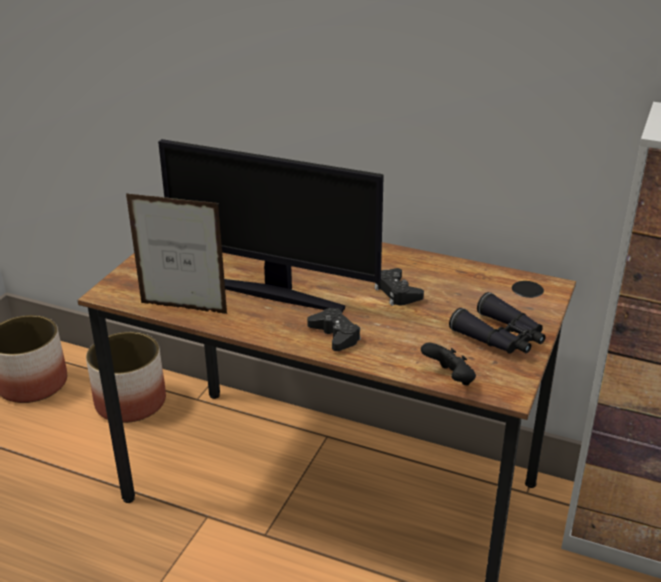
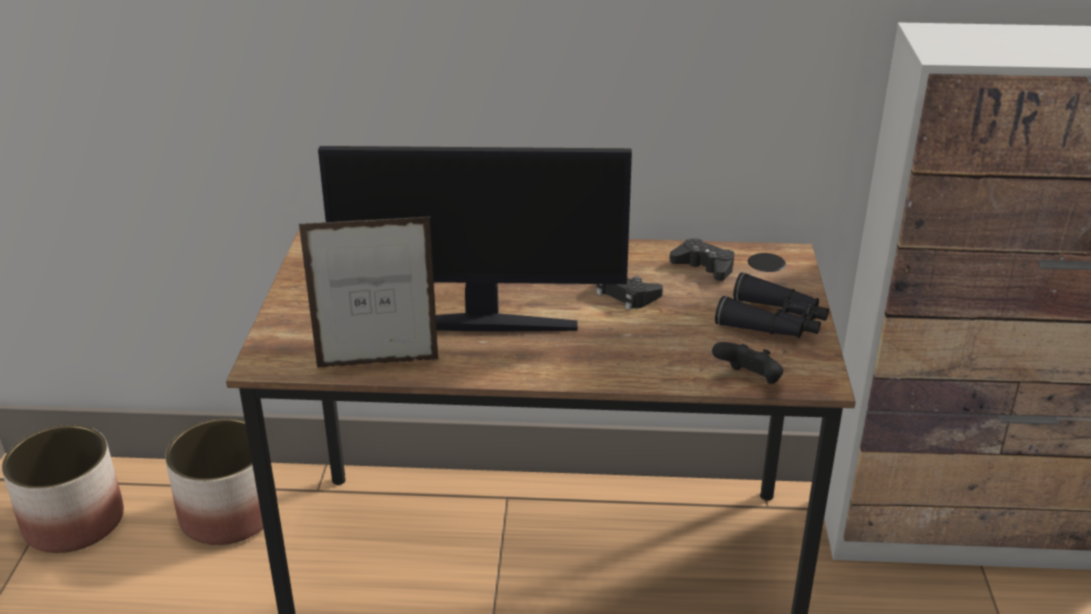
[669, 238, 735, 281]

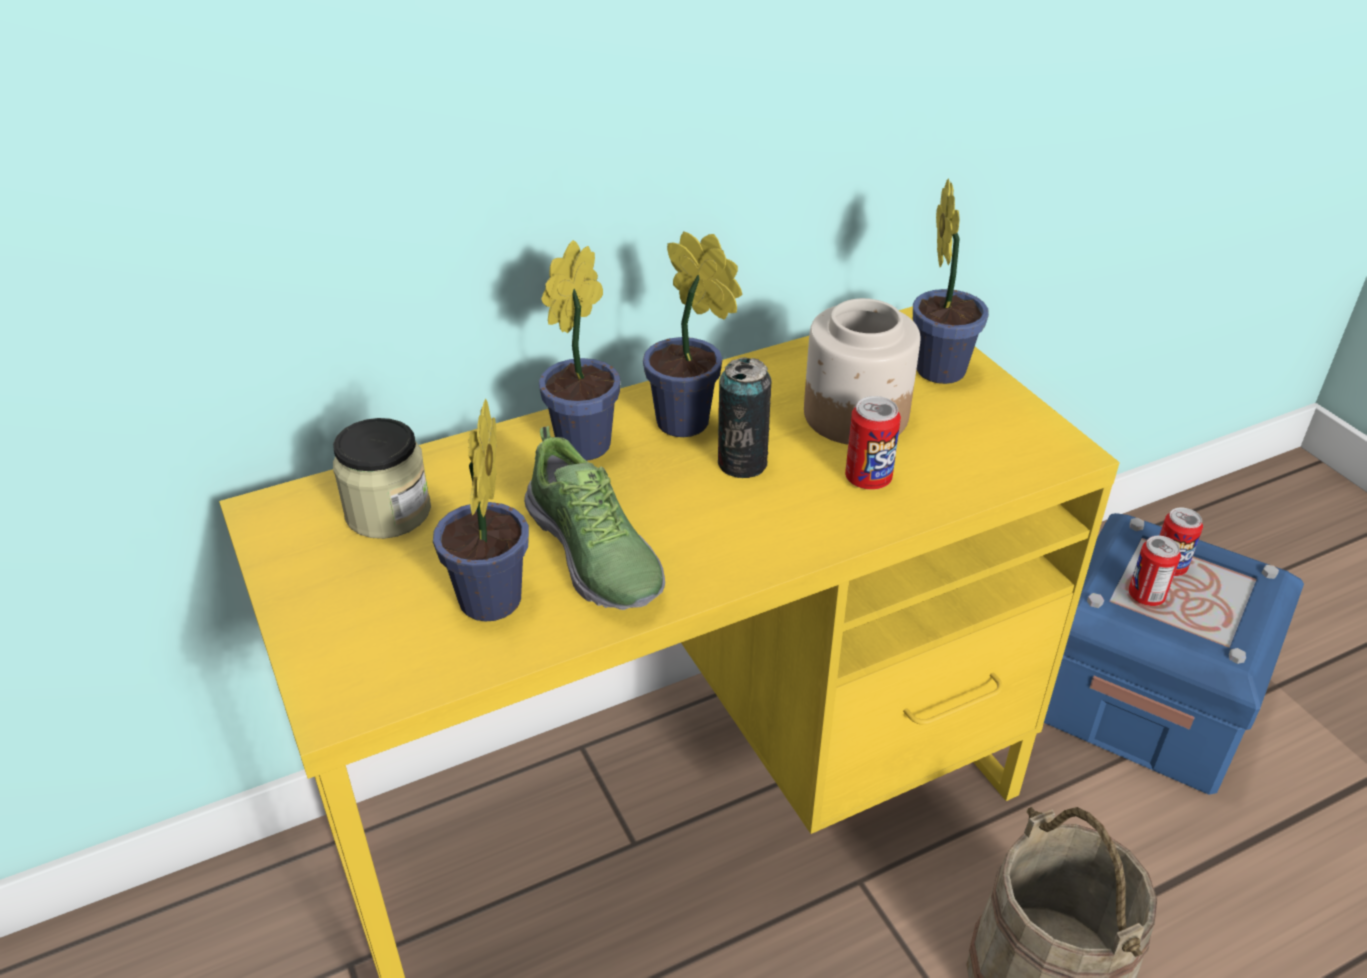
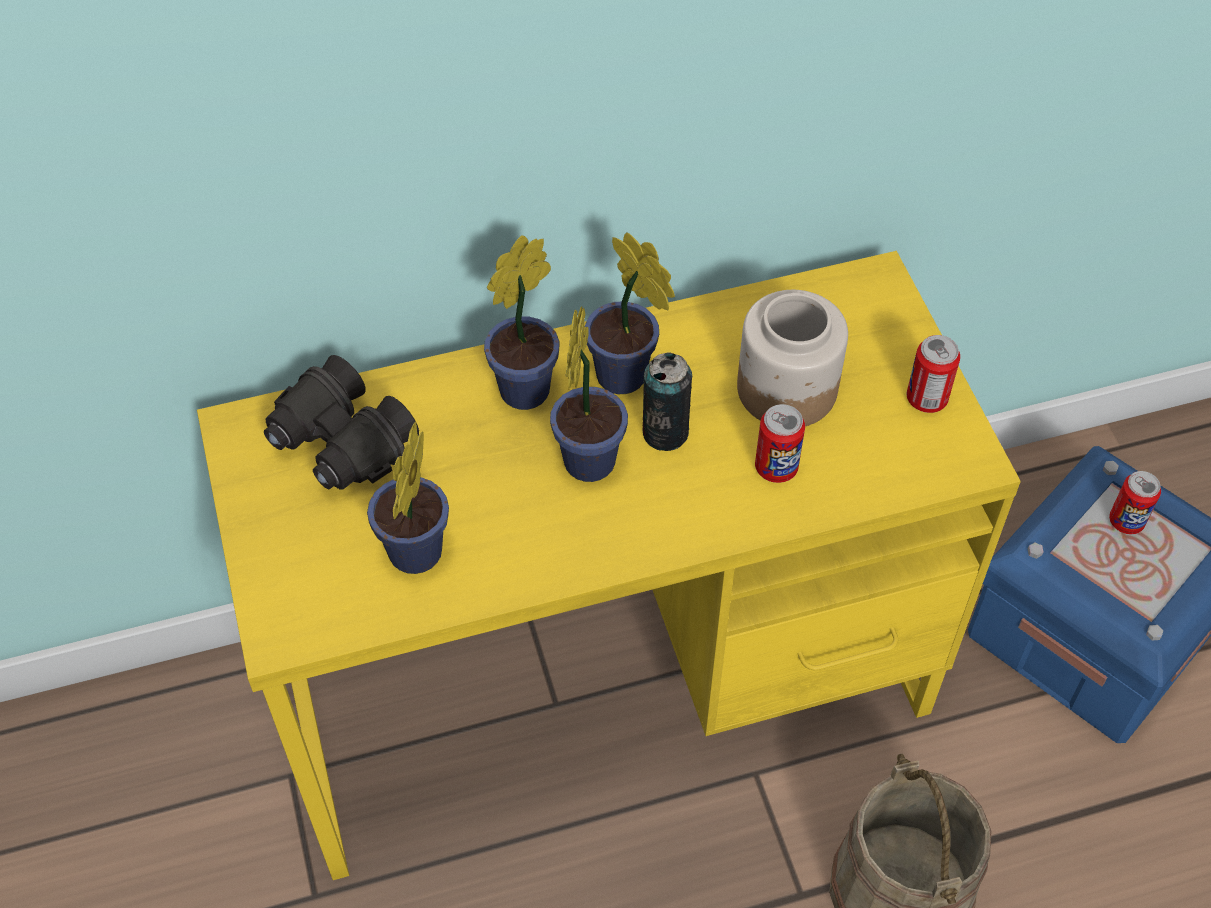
[264, 355, 419, 490]
[524, 426, 665, 610] (first image)
[550, 306, 628, 482]
[907, 335, 960, 413]

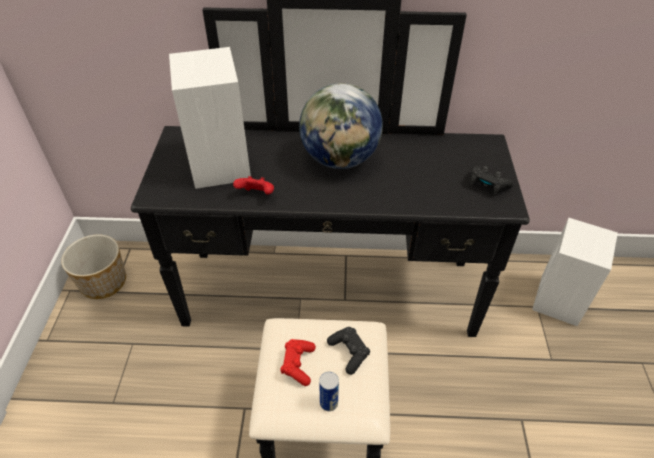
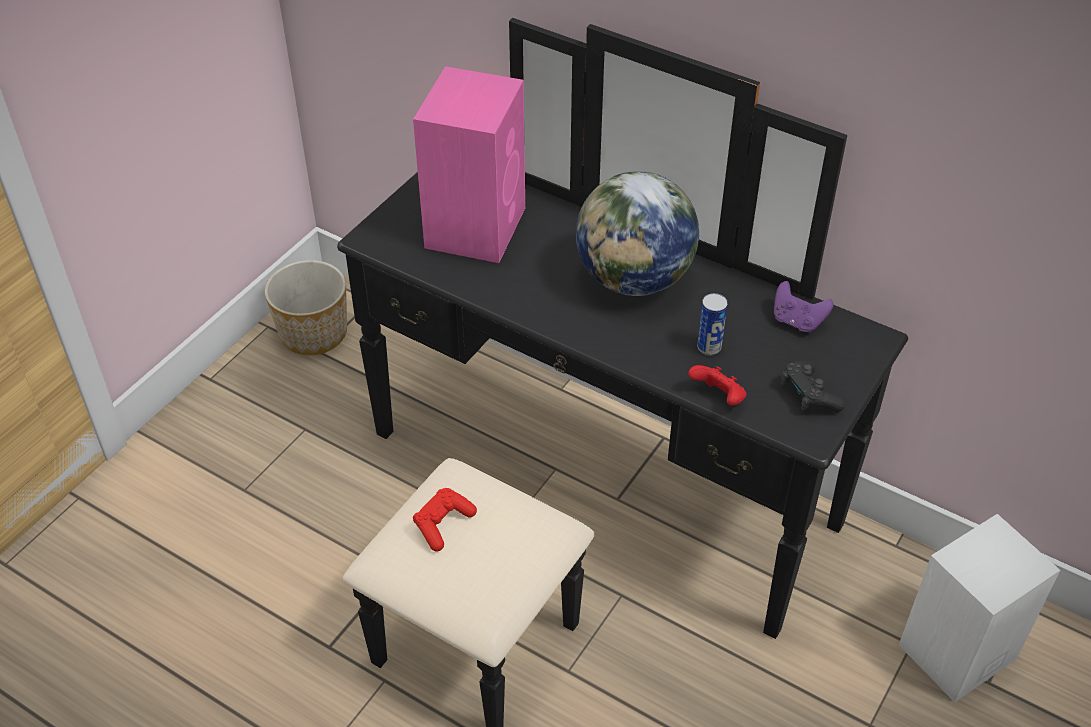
[413, 66, 525, 263]
[688, 365, 747, 406]
[697, 293, 728, 355]
[327, 327, 370, 375] (first image)
[774, 281, 834, 333]

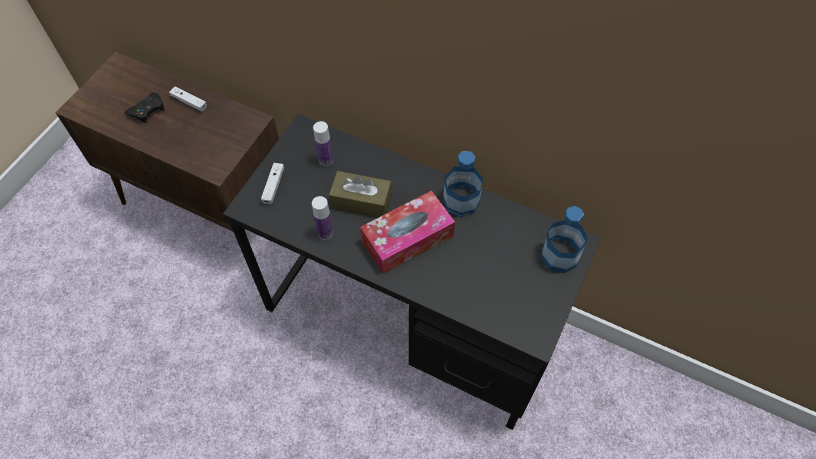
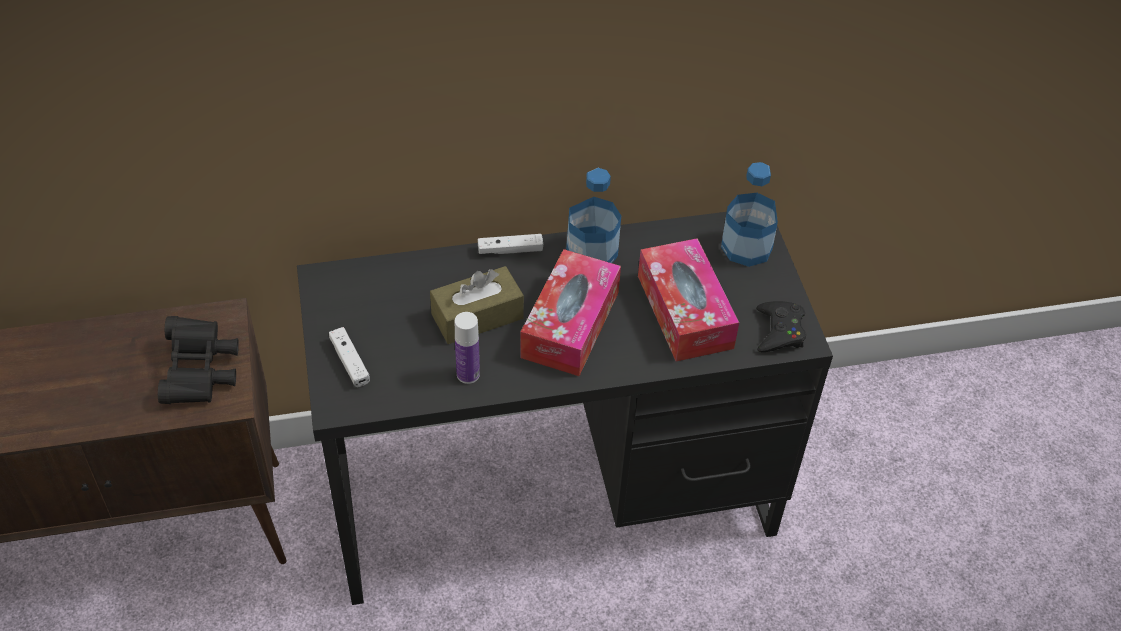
[756, 301, 806, 352]
[478, 234, 543, 254]
[313, 121, 333, 166] (first image)
[158, 316, 239, 404]
[638, 238, 739, 361]

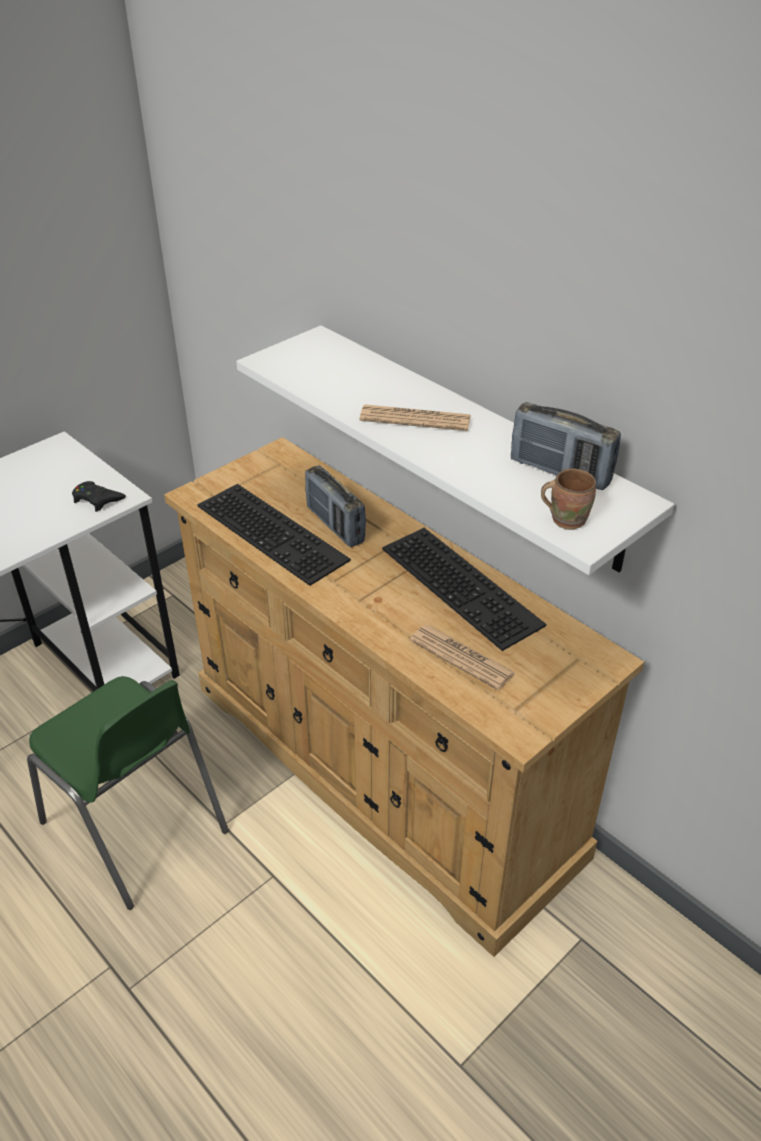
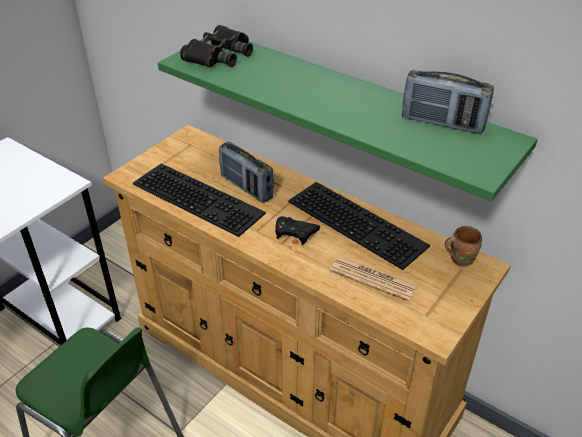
[275, 216, 320, 245]
[158, 39, 538, 201]
[360, 405, 471, 431] (first image)
[445, 226, 482, 267]
[180, 25, 253, 67]

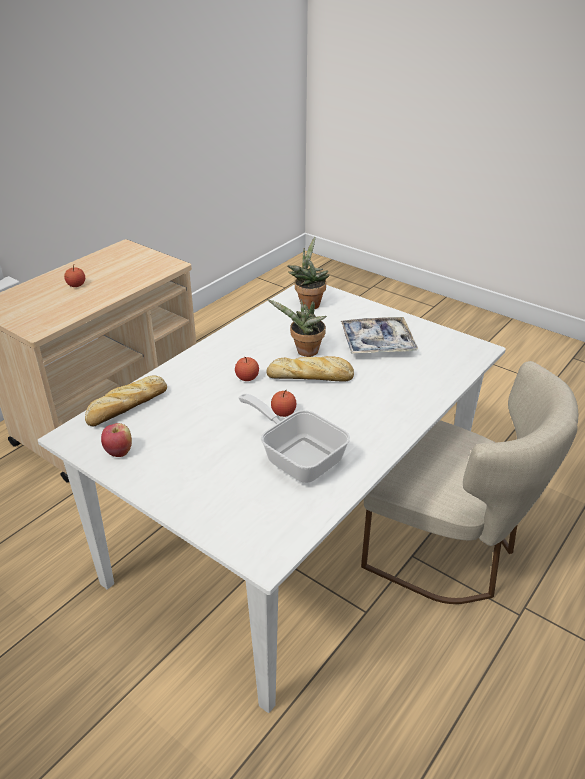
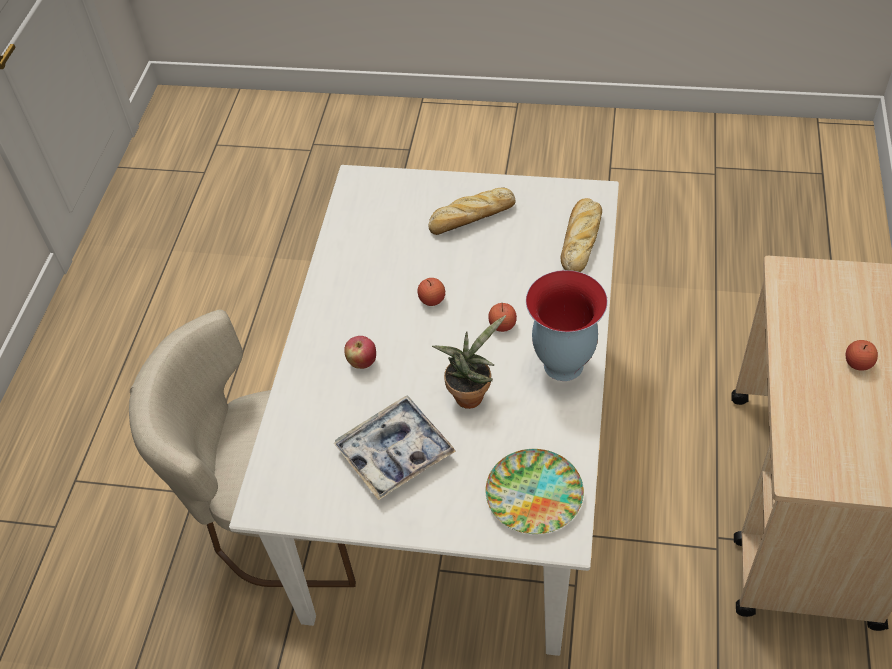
[344, 336, 376, 369]
[239, 394, 350, 483] (first image)
[428, 188, 516, 235]
[485, 449, 584, 534]
[526, 270, 608, 381]

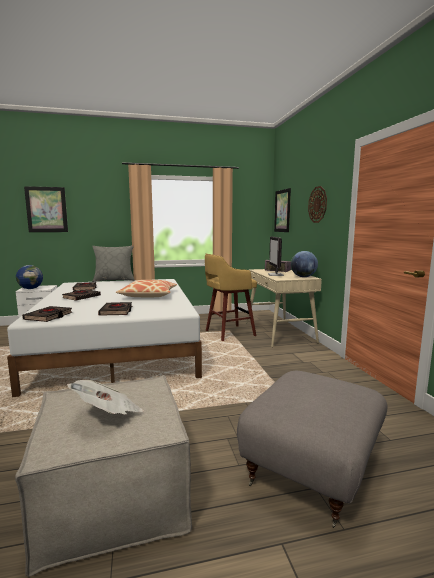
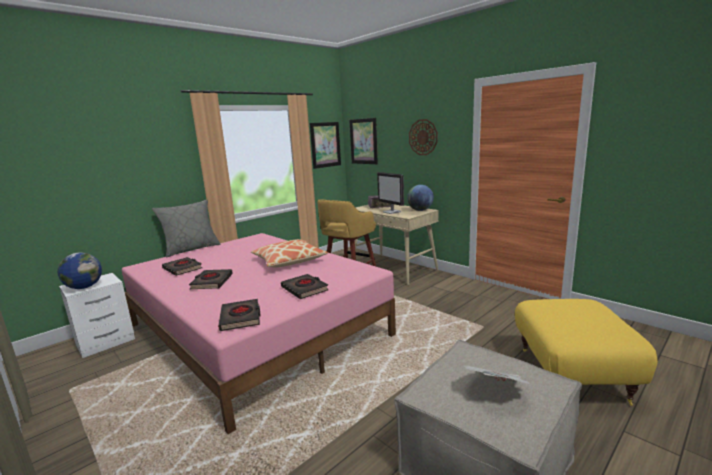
[122, 233, 396, 434]
[310, 122, 341, 169]
[515, 299, 658, 406]

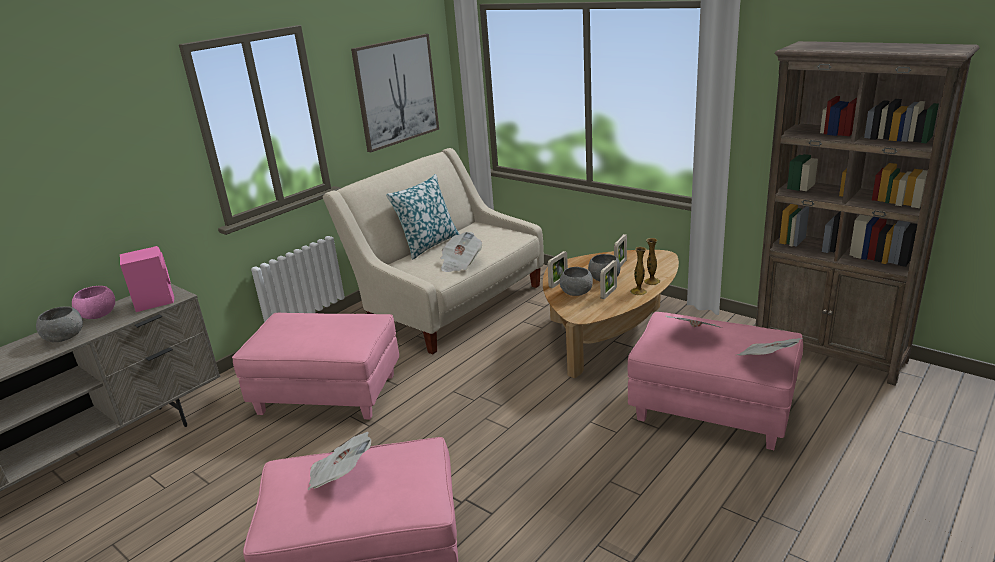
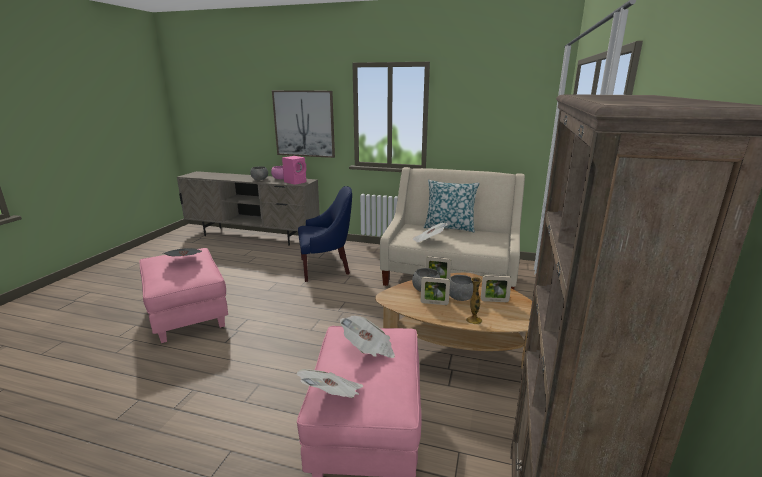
[298, 186, 352, 282]
[272, 90, 335, 158]
[630, 247, 647, 295] (first image)

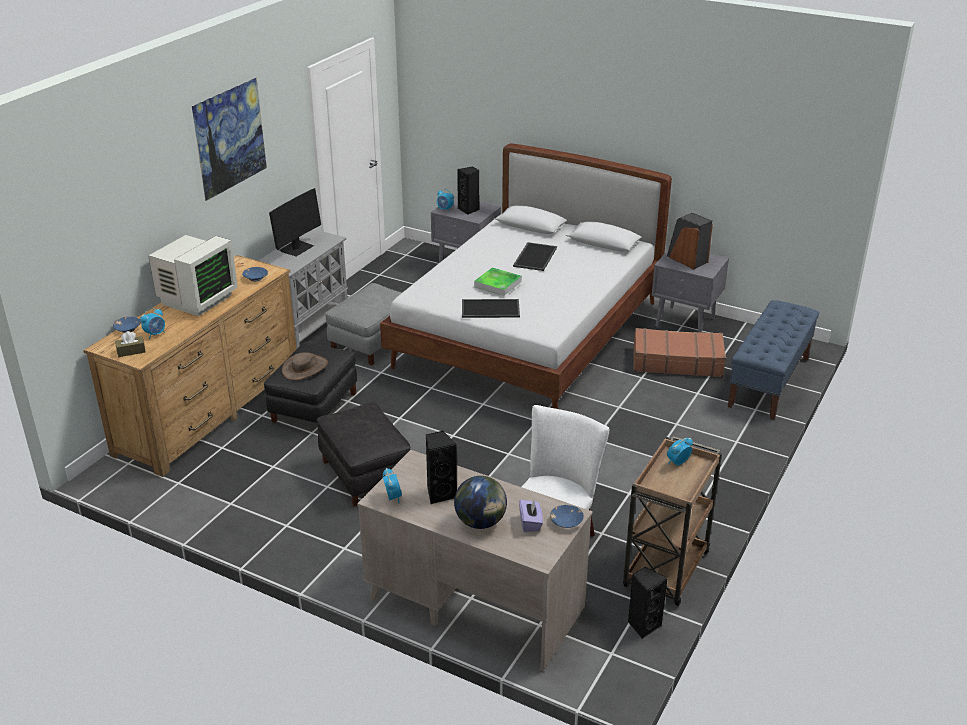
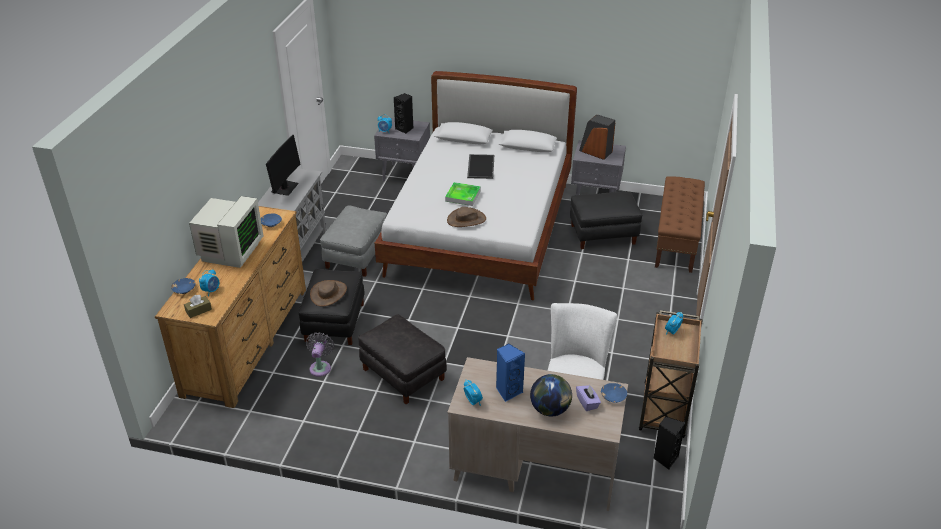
[192, 77, 267, 201] (first image)
[496, 344, 525, 402]
[447, 207, 486, 227]
[570, 191, 642, 249]
[655, 176, 705, 273]
[306, 332, 334, 377]

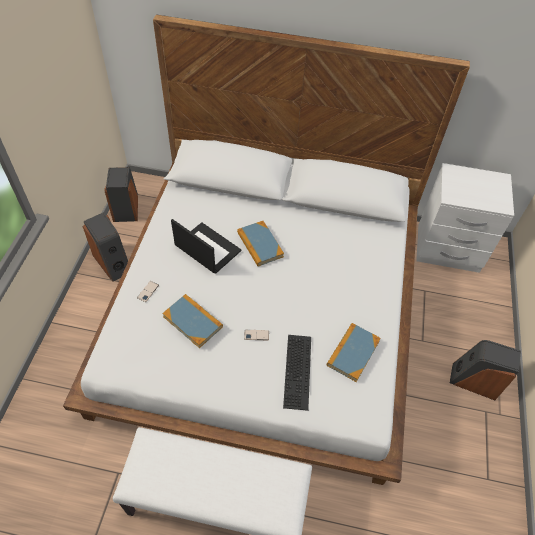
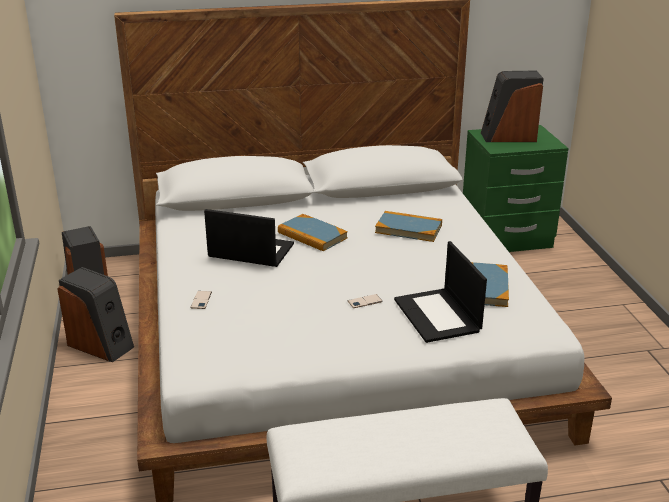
[375, 211, 442, 242]
[394, 241, 487, 343]
[463, 125, 569, 252]
[481, 70, 544, 142]

